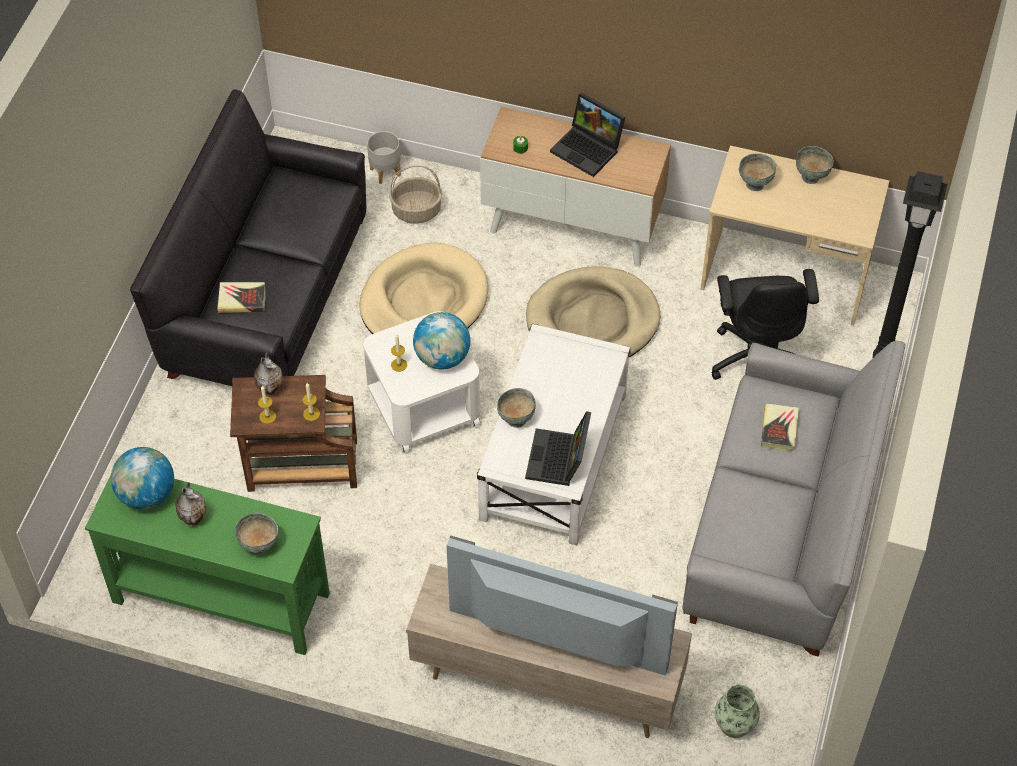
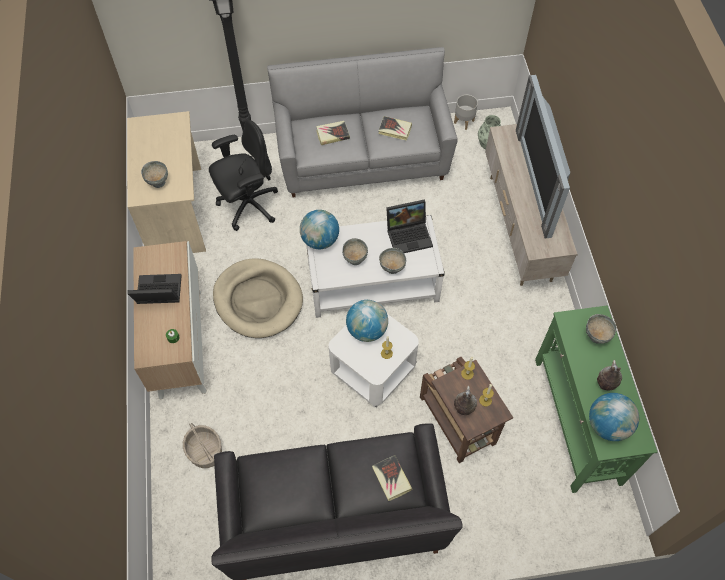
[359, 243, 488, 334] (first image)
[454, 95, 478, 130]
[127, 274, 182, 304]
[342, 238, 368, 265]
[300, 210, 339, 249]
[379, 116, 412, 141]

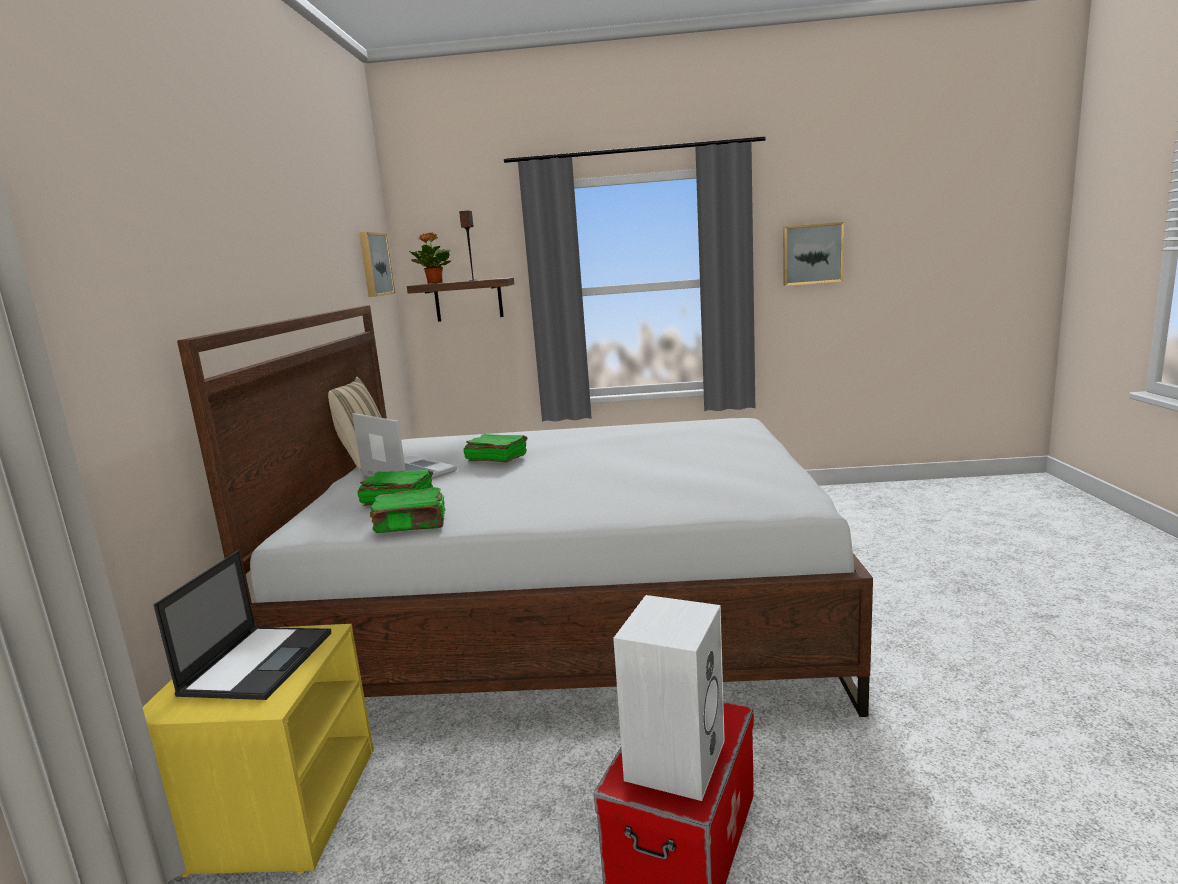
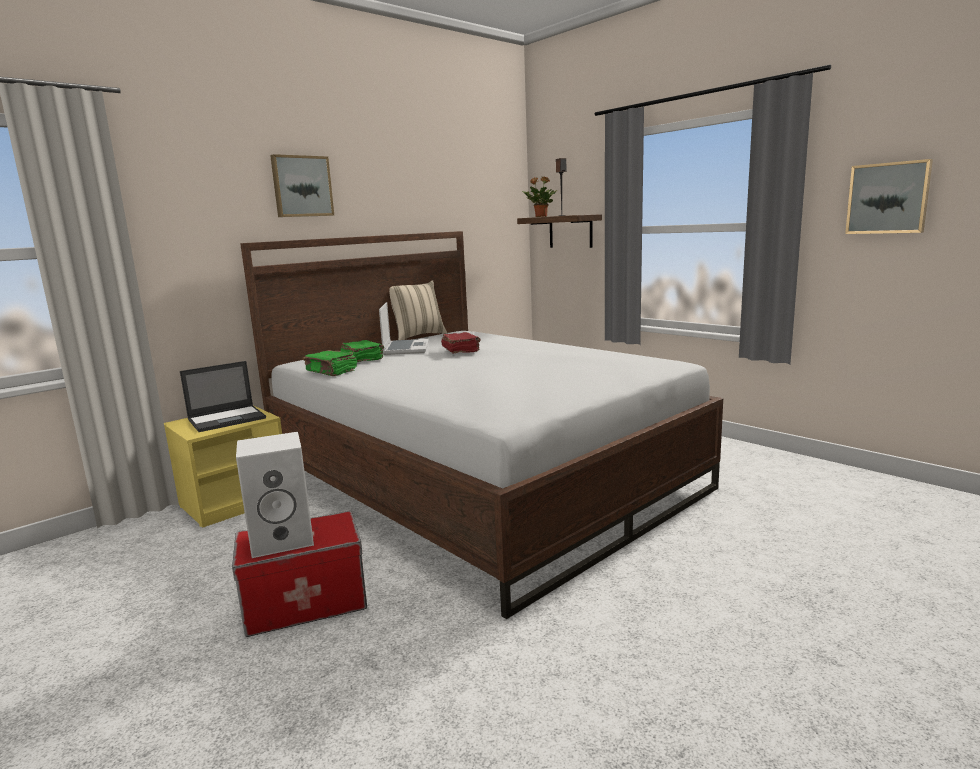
[270, 154, 334, 217]
[441, 332, 481, 354]

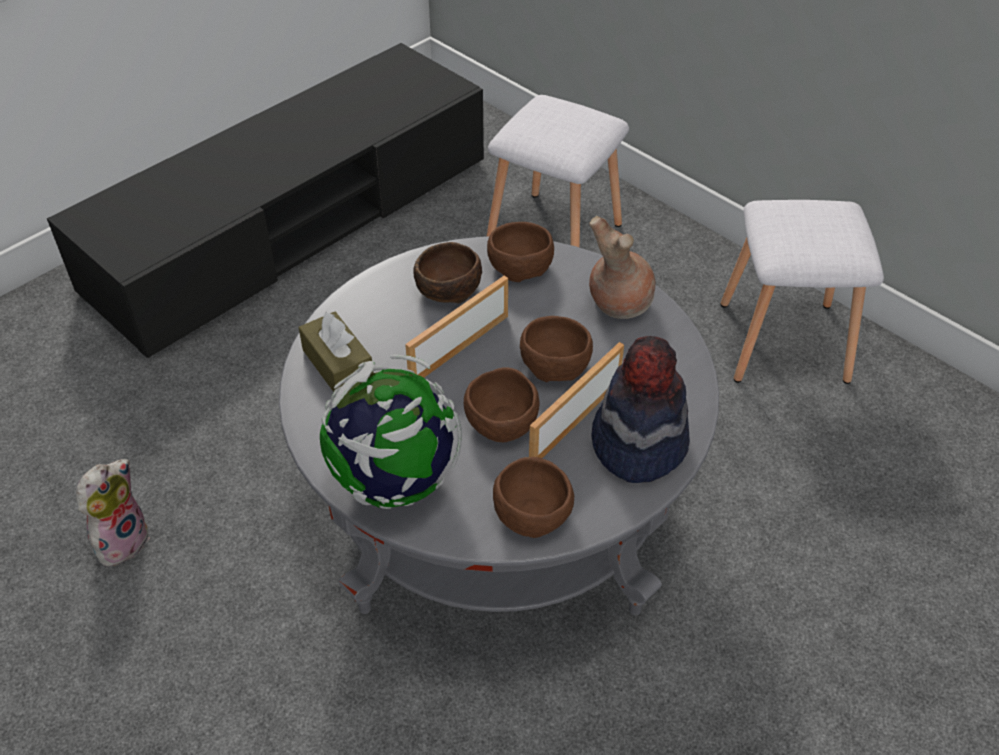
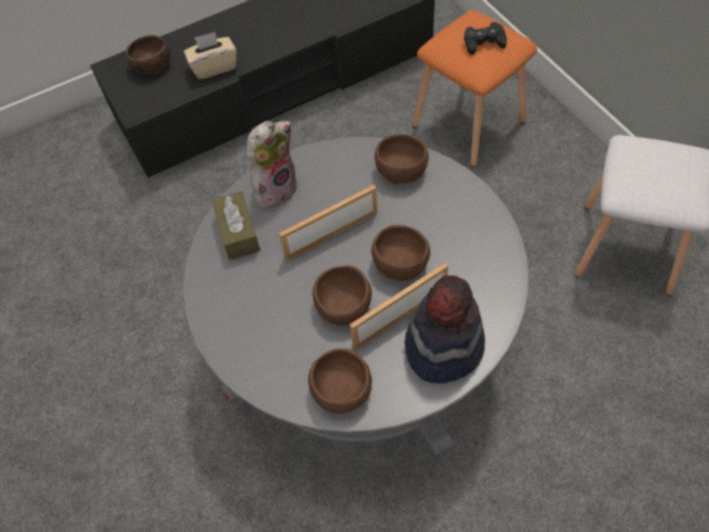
[247, 121, 298, 210]
[320, 354, 462, 509] (first image)
[125, 35, 170, 76]
[413, 10, 537, 167]
[589, 216, 656, 319] (first image)
[184, 32, 237, 80]
[464, 22, 507, 55]

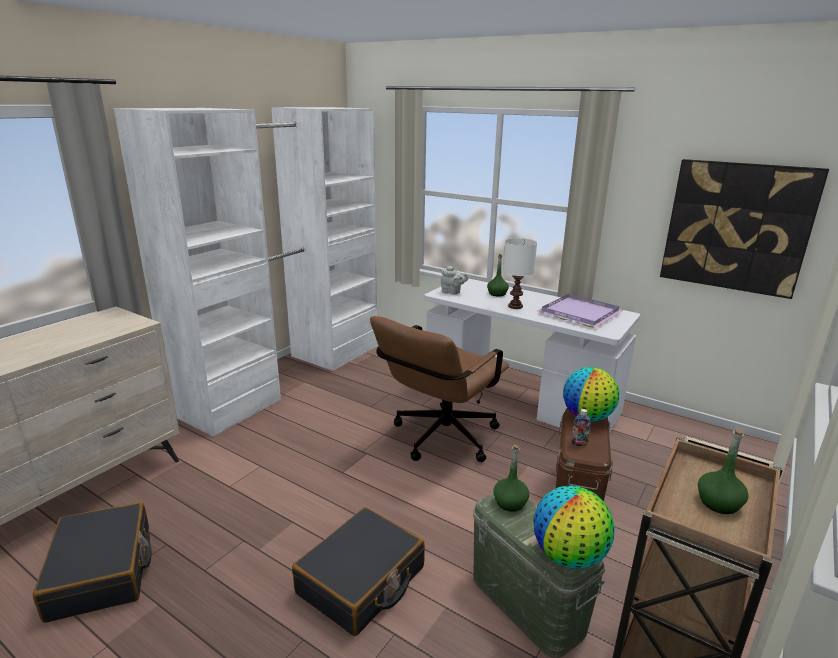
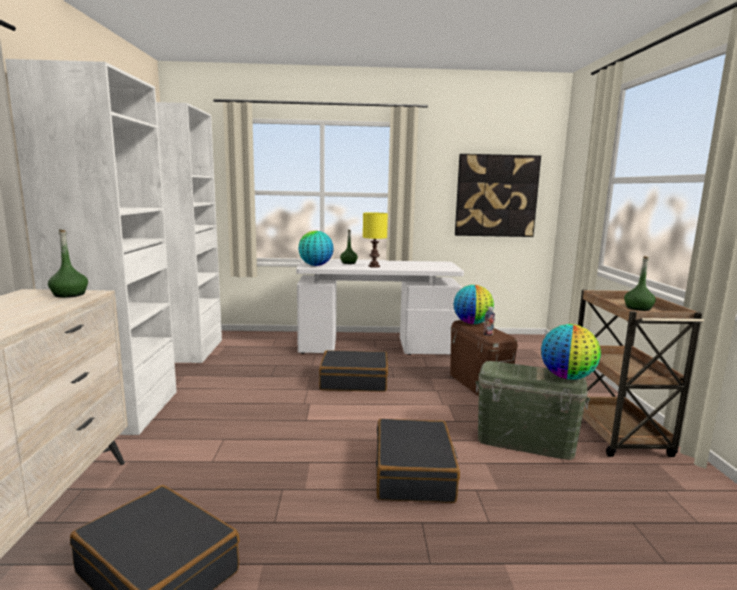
[319, 350, 388, 392]
[298, 231, 334, 266]
[48, 229, 88, 298]
[363, 212, 388, 268]
[537, 294, 624, 328] (first image)

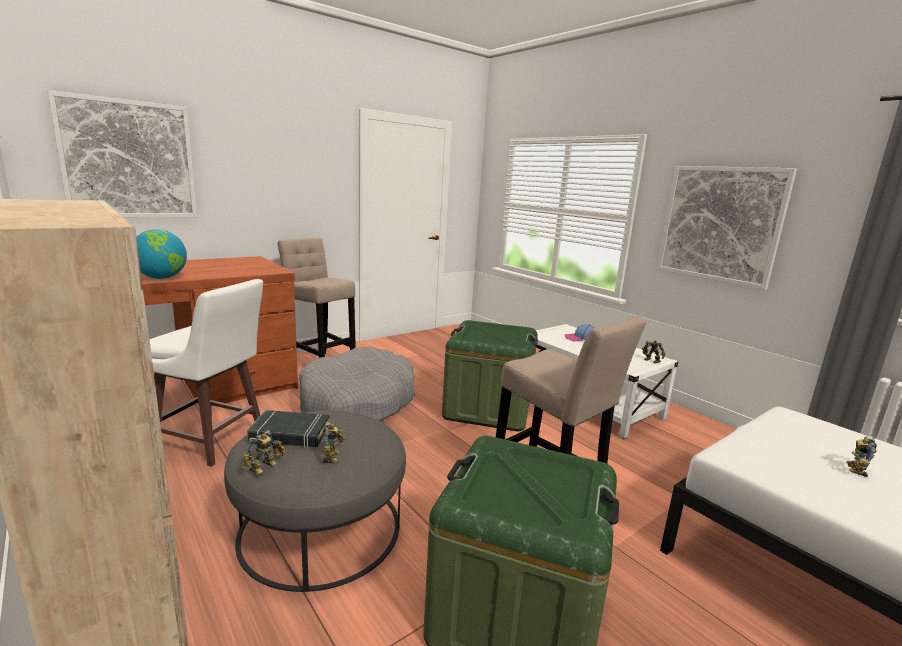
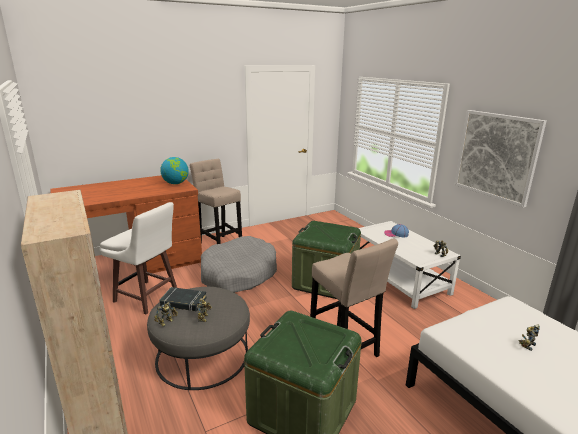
[47, 90, 197, 218] (first image)
[160, 157, 189, 184]

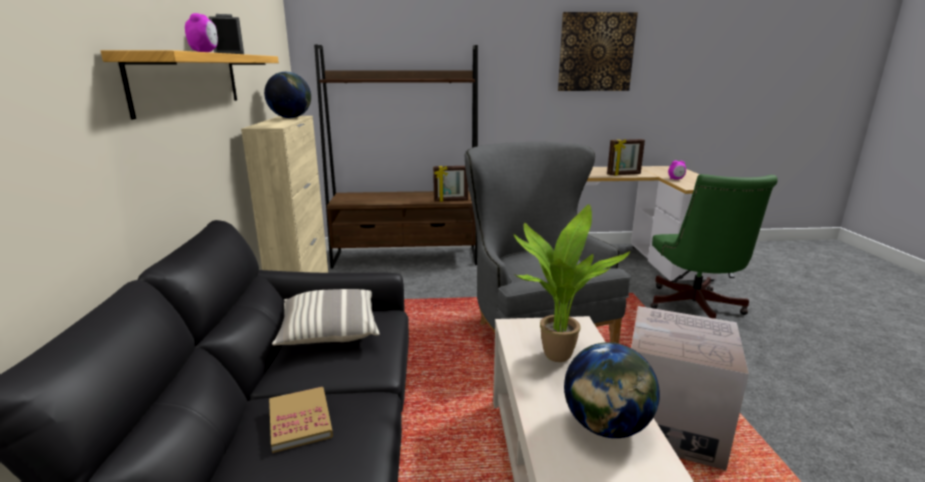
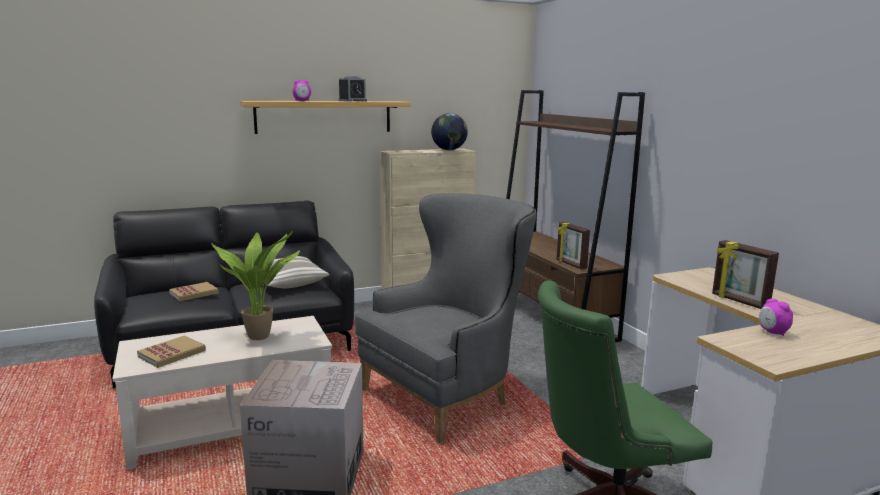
[558, 12, 638, 91] (first image)
[137, 335, 206, 368]

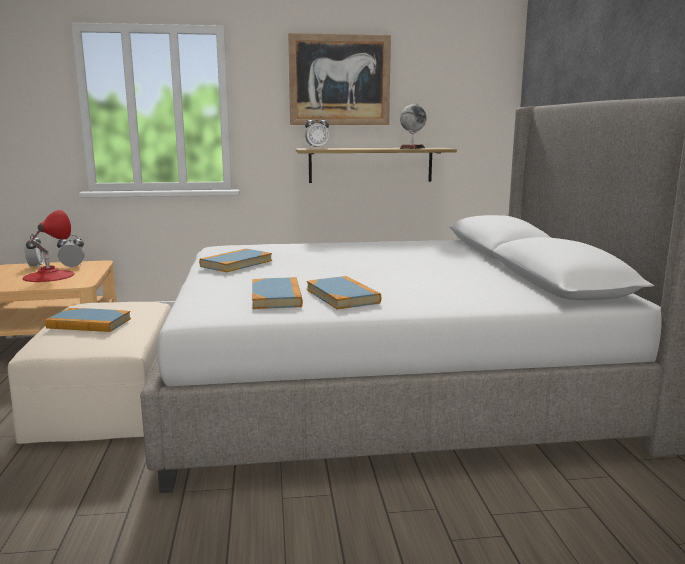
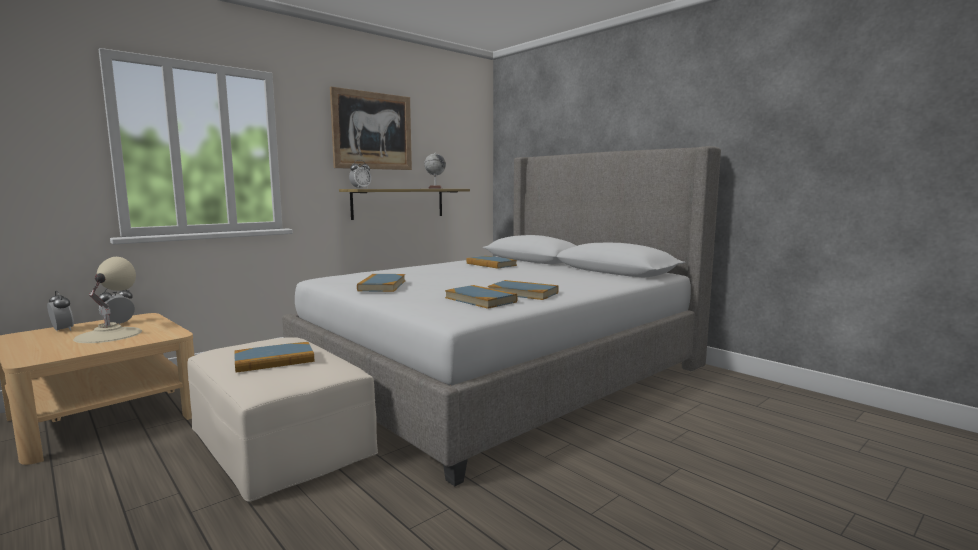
[73, 257, 142, 343]
[466, 256, 517, 269]

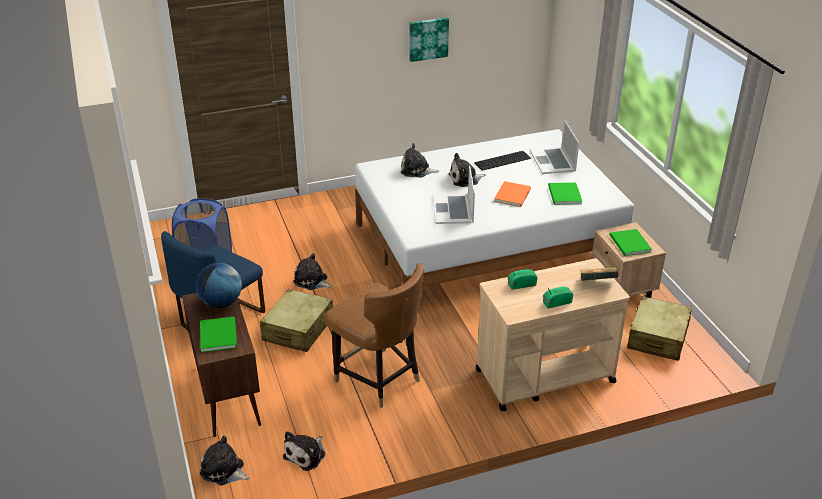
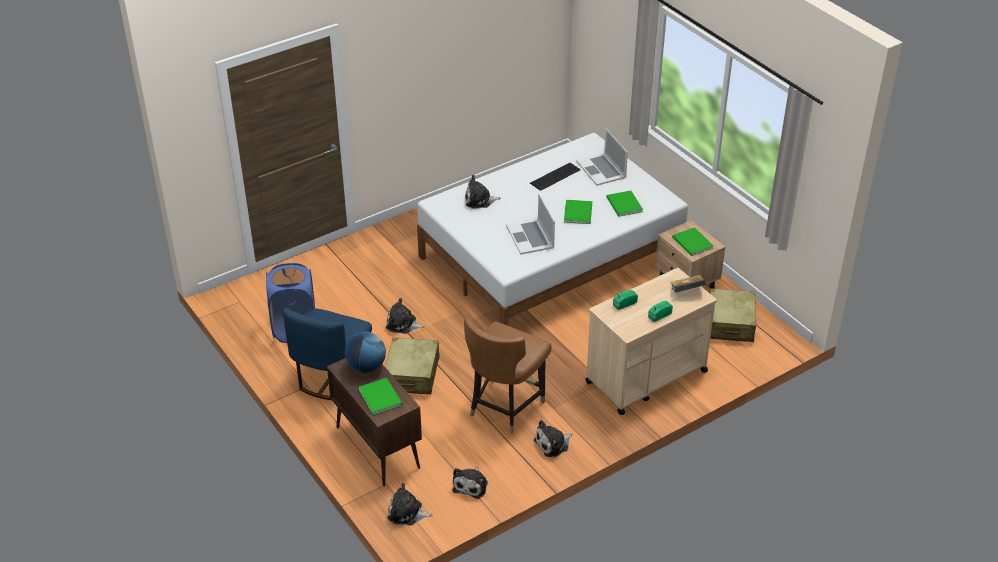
[464, 316, 552, 434]
[410, 18, 449, 62] (first image)
[534, 420, 572, 458]
[564, 200, 592, 224]

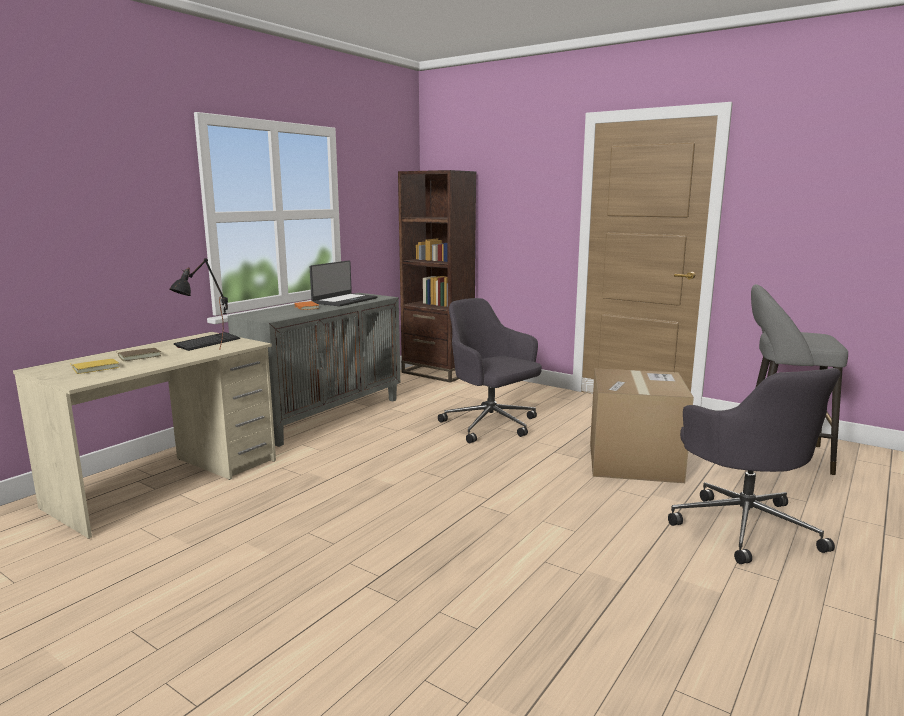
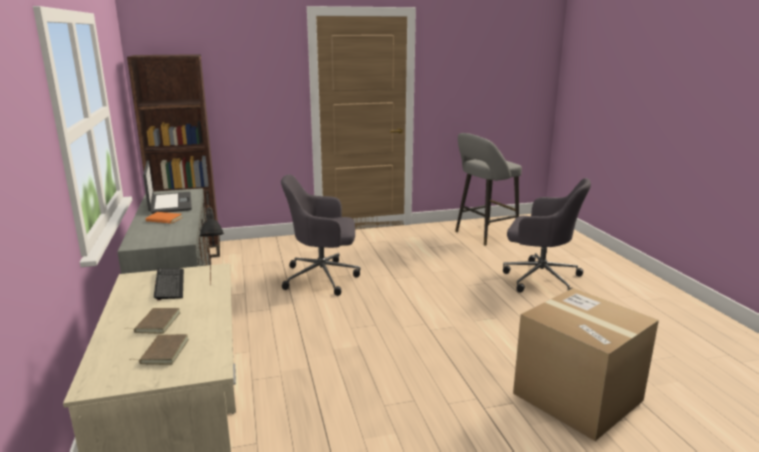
[129, 334, 189, 365]
[513, 288, 659, 441]

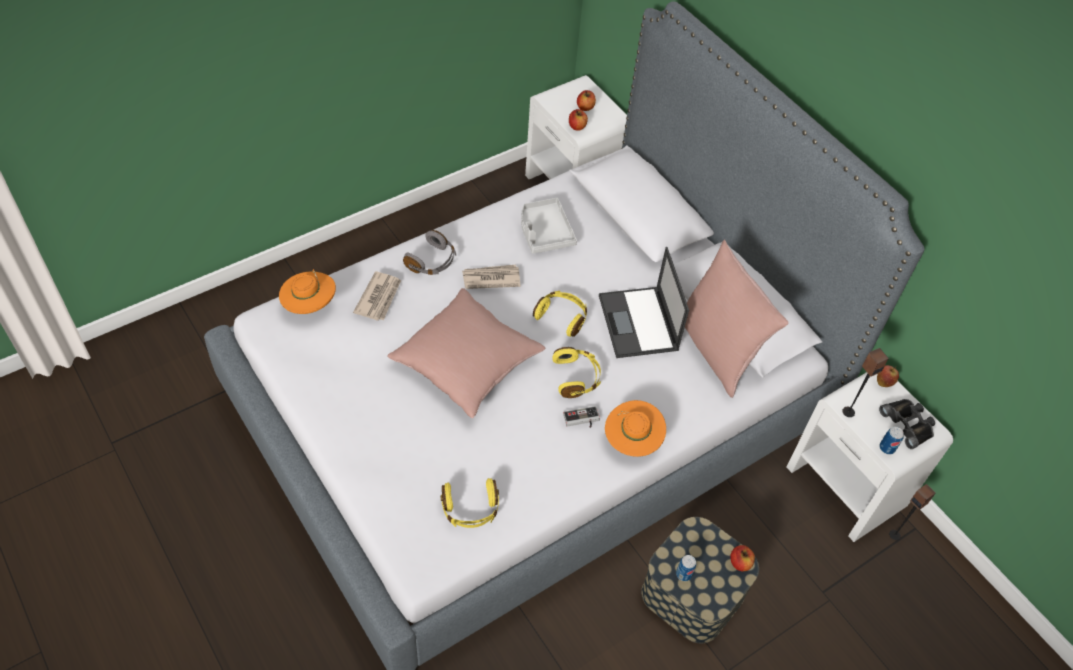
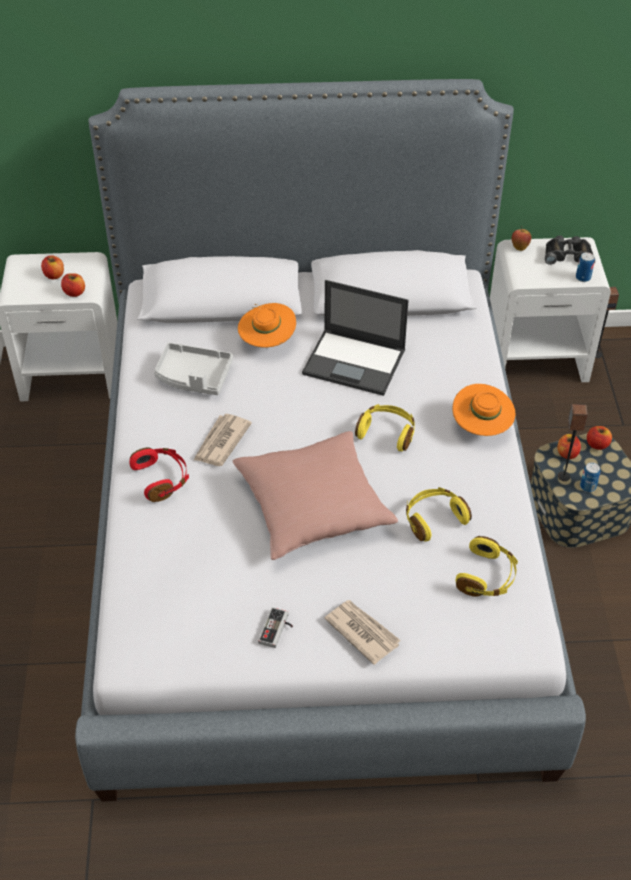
[238, 303, 296, 348]
[324, 600, 401, 665]
[129, 447, 189, 502]
[406, 487, 472, 541]
[258, 607, 293, 648]
[685, 240, 789, 398] (first image)
[558, 404, 588, 481]
[558, 434, 581, 459]

